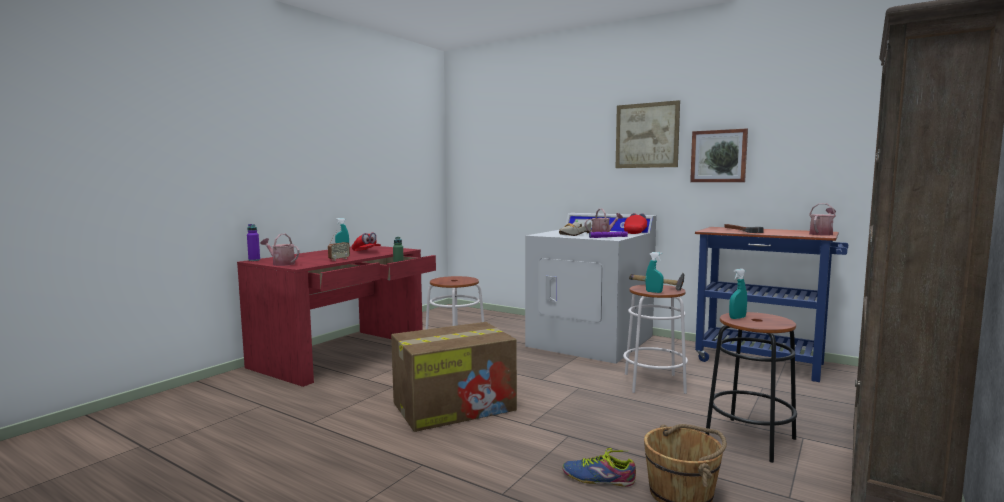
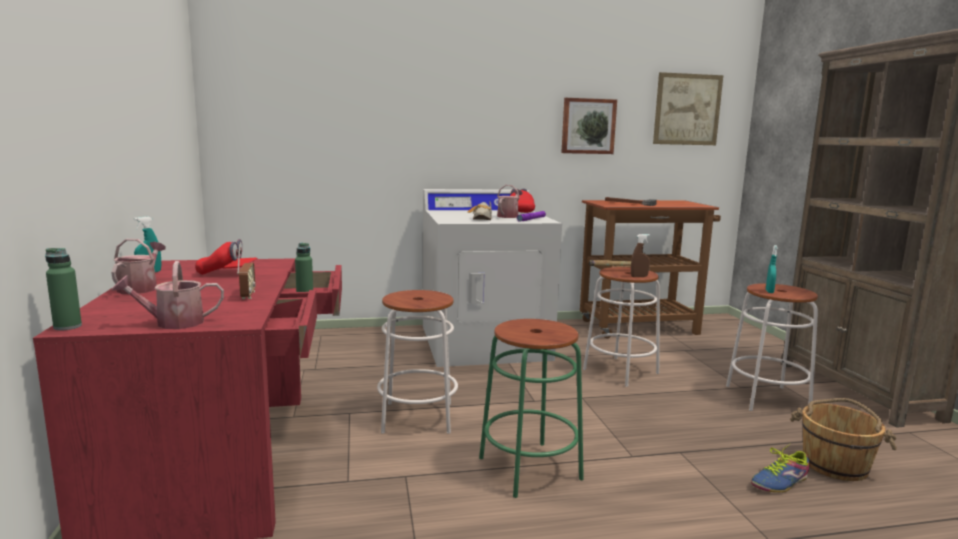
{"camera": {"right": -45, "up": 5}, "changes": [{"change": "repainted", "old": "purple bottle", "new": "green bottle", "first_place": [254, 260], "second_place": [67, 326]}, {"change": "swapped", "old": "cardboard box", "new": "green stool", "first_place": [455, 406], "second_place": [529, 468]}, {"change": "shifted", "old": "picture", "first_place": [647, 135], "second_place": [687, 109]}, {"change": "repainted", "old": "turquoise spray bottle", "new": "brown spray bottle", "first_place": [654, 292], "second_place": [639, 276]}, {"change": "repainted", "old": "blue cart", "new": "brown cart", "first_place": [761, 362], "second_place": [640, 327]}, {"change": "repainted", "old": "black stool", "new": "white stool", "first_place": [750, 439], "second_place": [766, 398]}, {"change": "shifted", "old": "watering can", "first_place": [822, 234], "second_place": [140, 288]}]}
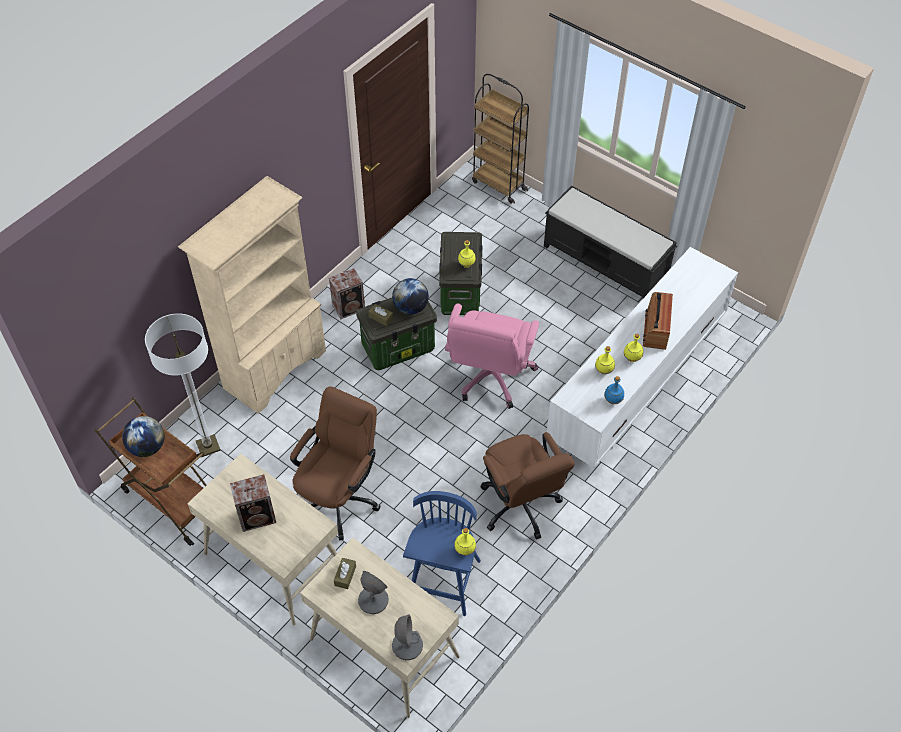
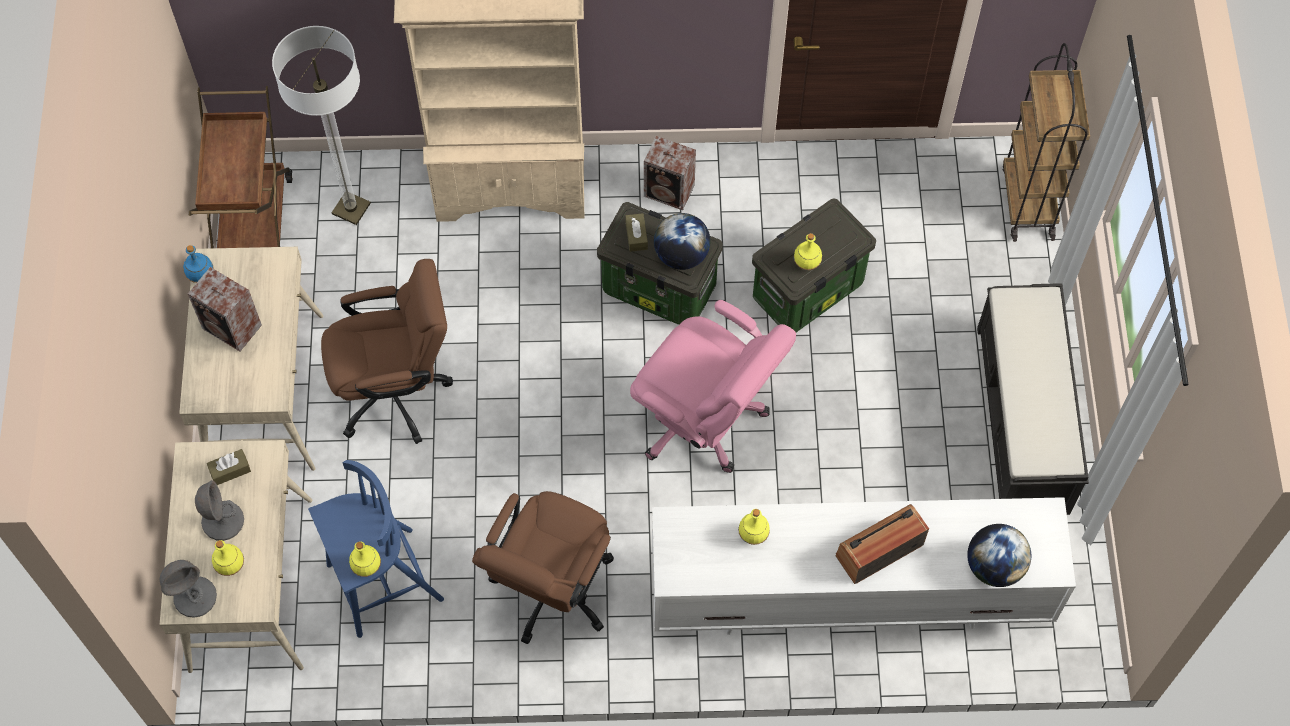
{"camera": {"right": 50, "up": 10}, "changes": [{"change": "shifted", "old": "globe", "first_place": [147, 447], "second_place": [994, 566]}, {"change": "rotated", "old": "pink office chair", "first_place": [490, 380], "second_place": [705, 423], "degrees": -120}, {"change": "shifted", "old": "blue bottle", "first_place": [613, 400], "second_place": [202, 276]}, {"change": "shifted", "old": "yellow bottle", "first_place": [632, 358], "second_place": [231, 565]}]}
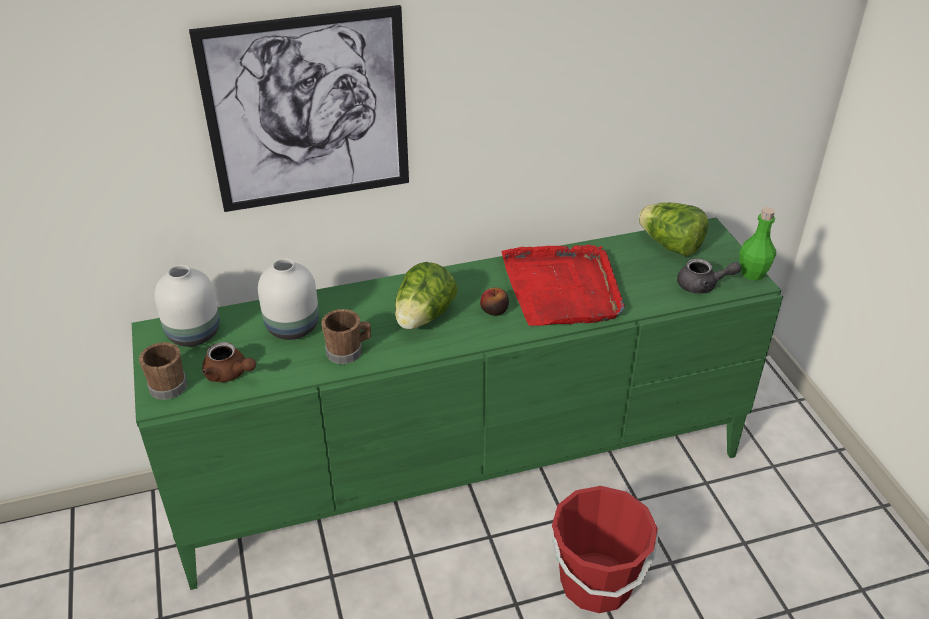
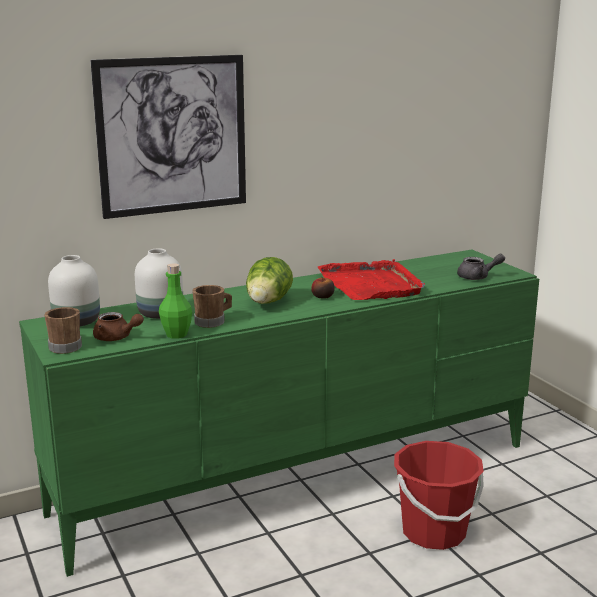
{"camera": {"right": -10, "up": -20}, "changes": [{"change": "gone", "old": "lettuce", "first_place": [670, 245]}, {"change": "shifted", "old": "green bottle", "first_place": [752, 274], "second_place": [176, 334]}]}
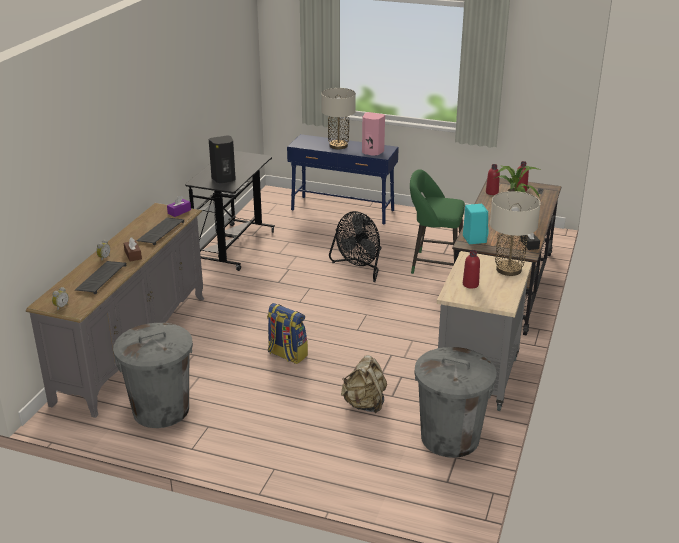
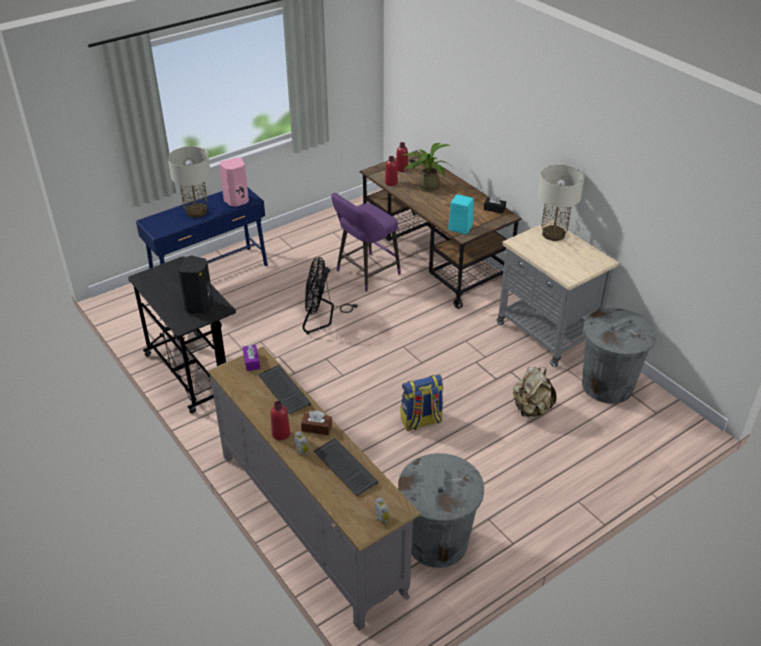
{"camera": {"right": -55, "up": 10}, "changes": [{"change": "rotated", "old": "black fan", "first_place": [359, 267], "second_place": [323, 313], "degrees": 105}, {"change": "repainted", "old": "green stool", "new": "purple stool", "first_place": [433, 265], "second_place": [365, 274]}, {"change": "shifted", "old": "red bottle", "first_place": [470, 284], "second_place": [281, 434]}]}
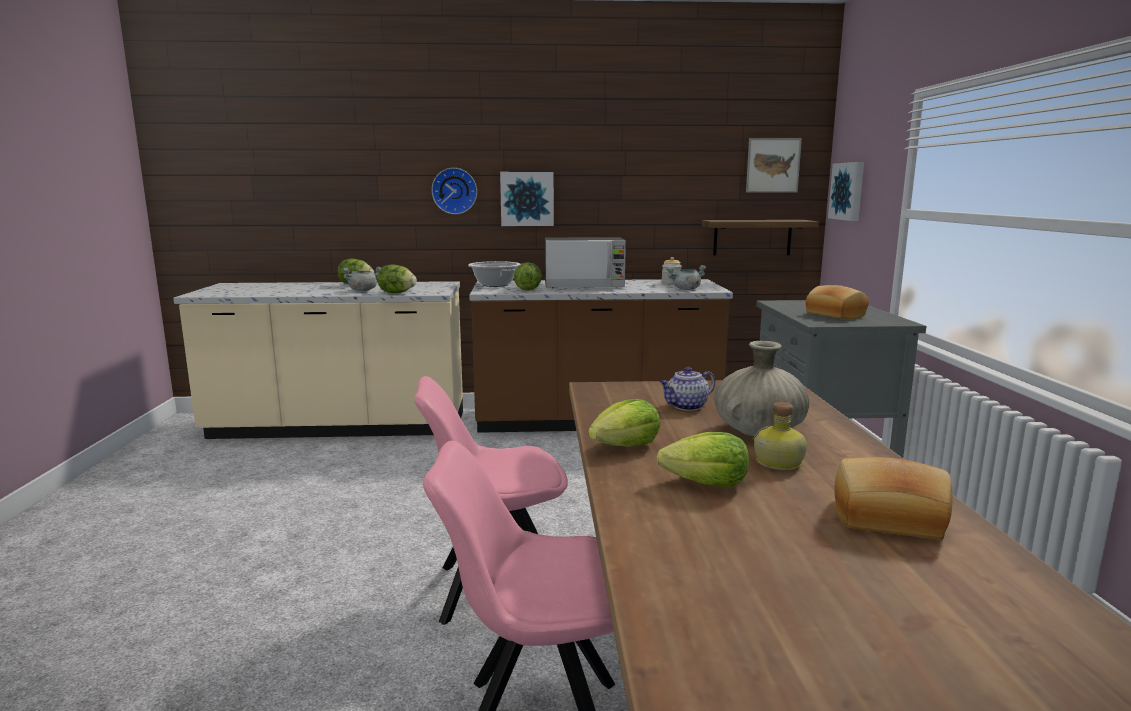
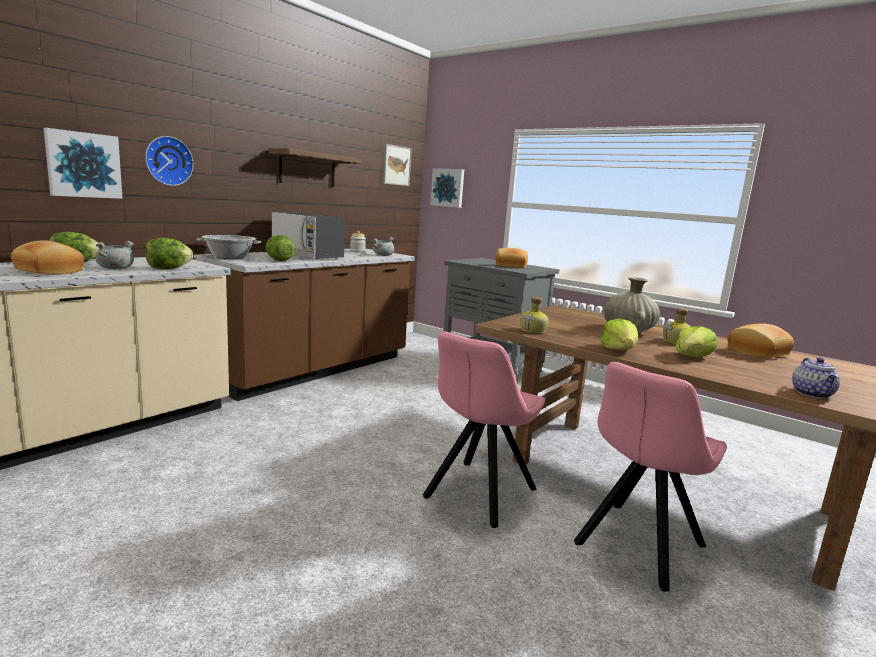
{"camera": {"right": -50, "up": 0}, "changes": [{"change": "shifted", "old": "picture", "first_place": [527, 199], "second_place": [83, 165]}, {"change": "rotated", "old": "microwave", "first_place": [584, 286], "second_place": [307, 255], "degrees": 90}, {"change": "shifted", "old": "teapot", "first_place": [686, 406], "second_place": [813, 394]}, {"change": "shifted", "old": "shelf", "first_place": [752, 237], "second_place": [307, 169]}, {"change": "new", "new": "bread", "second_place": [48, 271]}, {"change": "new", "new": "bottle", "second_place": [533, 331]}]}
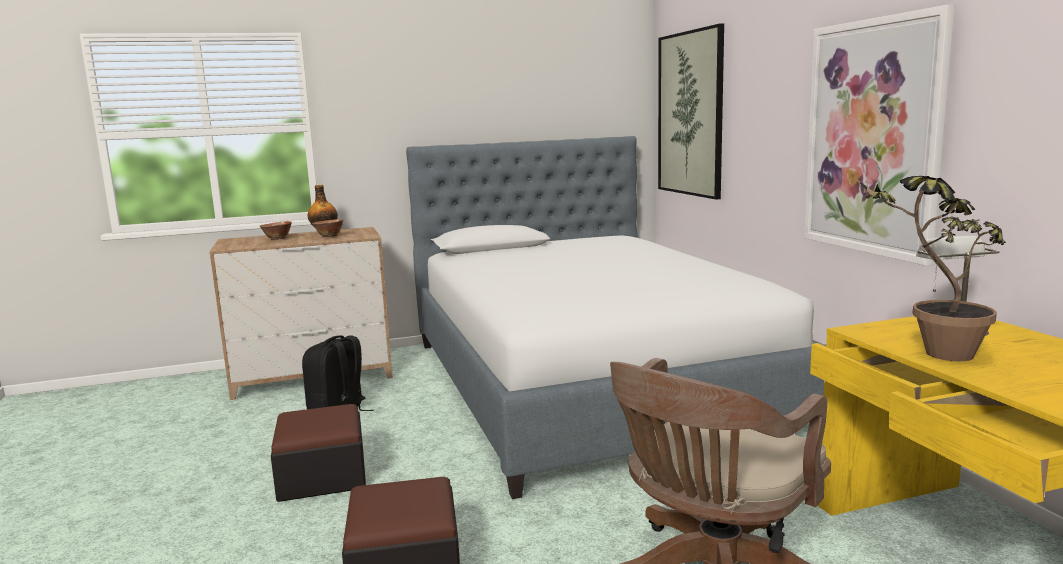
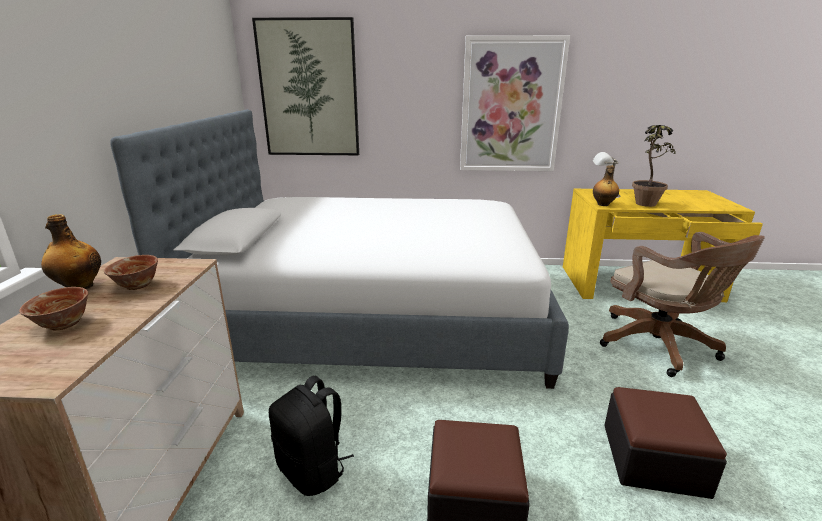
{"camera": {"right": -70, "up": 10}, "changes": [{"change": "new", "new": "bottle", "second_place": [603, 204]}]}
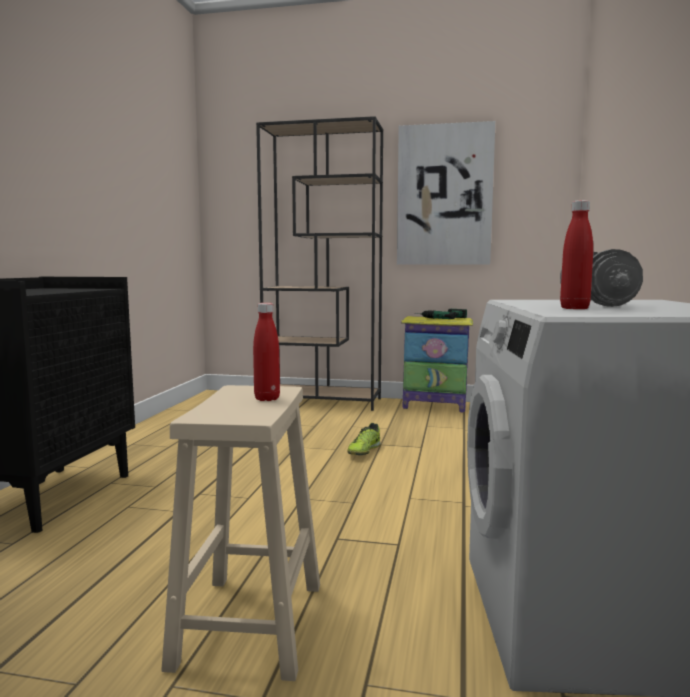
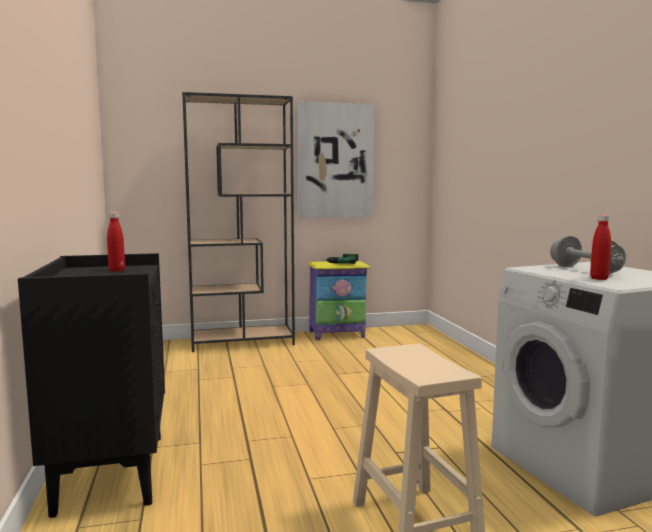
{"camera": {"right": -25, "up": 0}, "changes": [{"change": "shifted", "old": "red bottle", "first_place": [267, 398], "second_place": [117, 270]}, {"change": "gone", "old": "shoe", "first_place": [364, 451]}]}
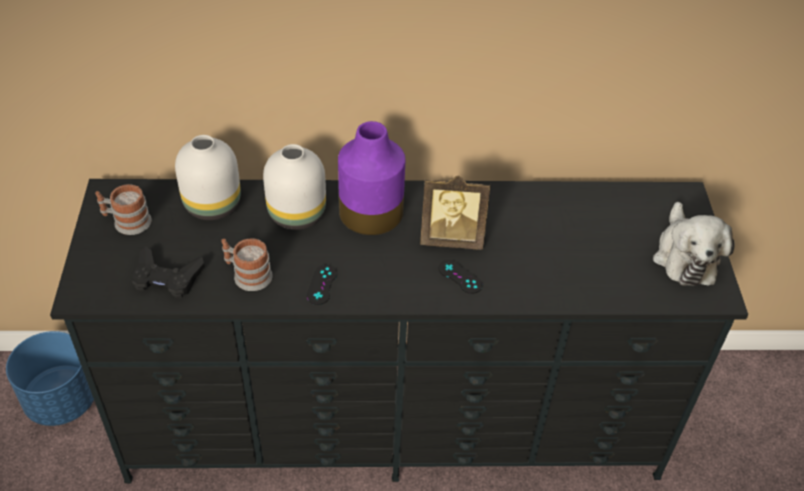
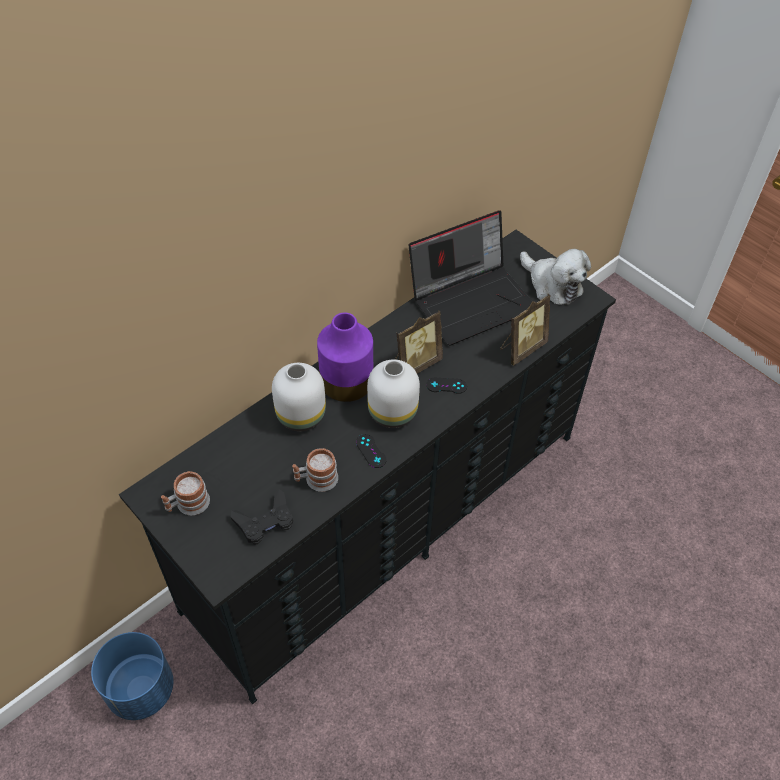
{"camera": {"right": -40, "up": 5}, "changes": [{"change": "shifted", "old": "white vase", "first_place": [212, 204], "second_place": [391, 412]}, {"change": "new", "new": "laptop", "second_place": [472, 300]}, {"change": "new", "new": "picture frame", "second_place": [521, 348]}]}
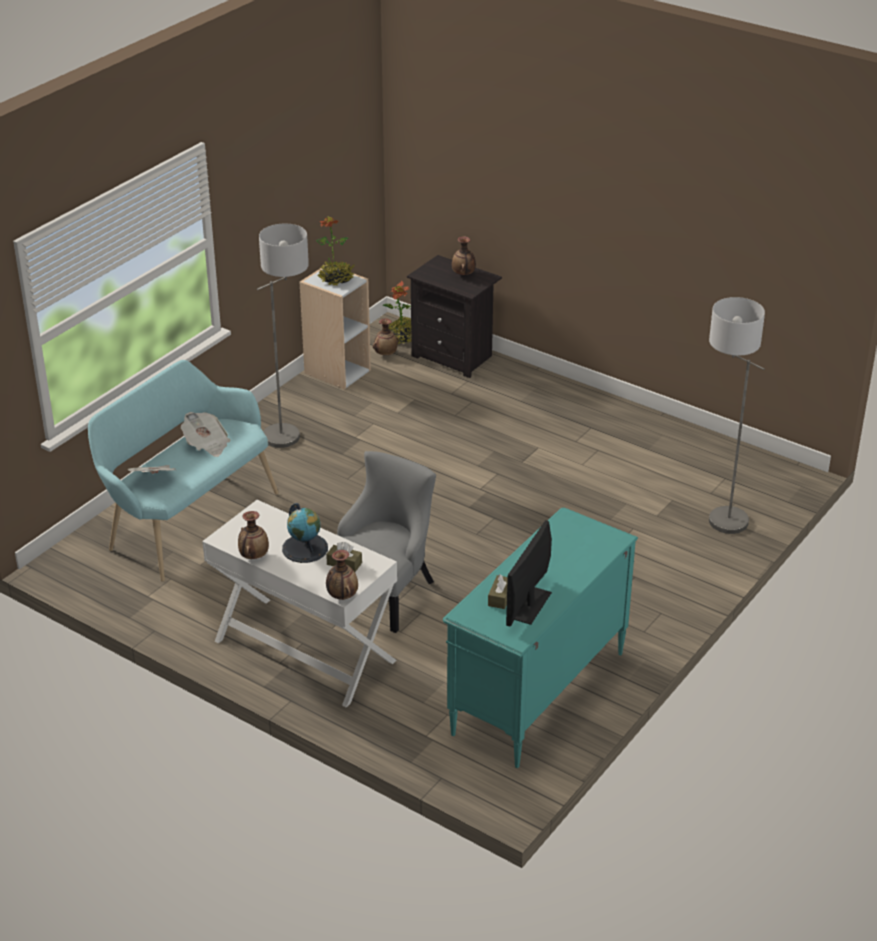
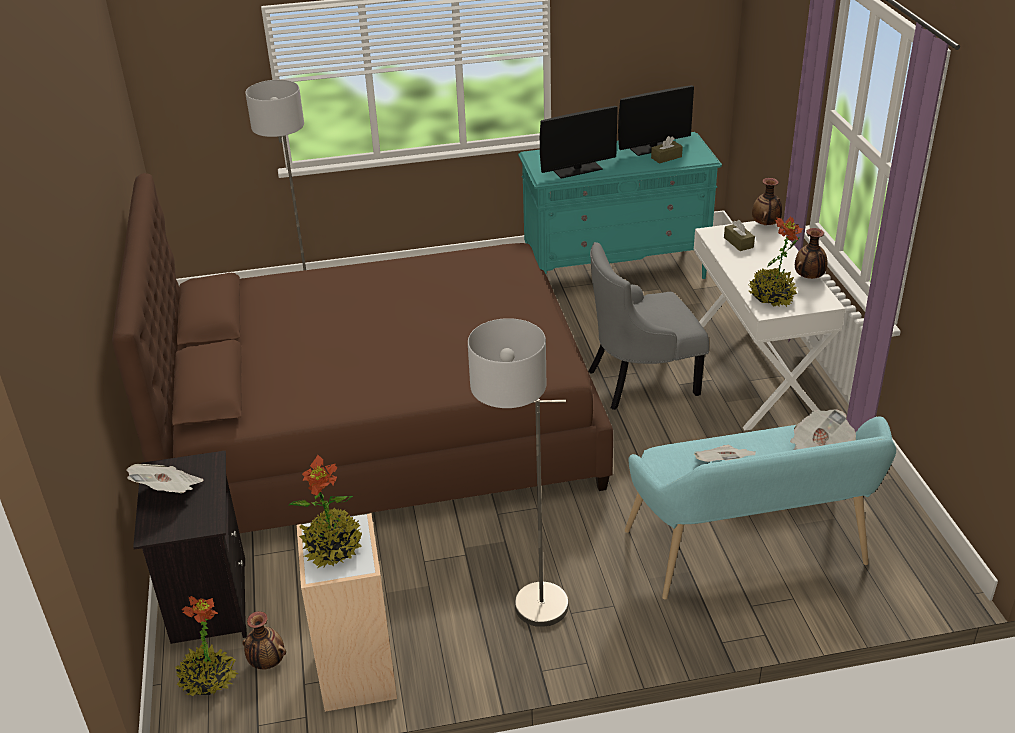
{"camera": {"right": -135, "up": 0}, "changes": [{"change": "gone", "old": "globe", "first_place": [305, 548]}, {"change": "swapped", "old": "vase", "new": "newspaper", "first_place": [463, 274], "second_place": [169, 491]}, {"change": "new", "new": "brown bed", "second_place": [379, 430]}, {"change": "new", "new": "monitor", "second_place": [577, 169]}, {"change": "new", "new": "potted plant", "second_place": [771, 297]}]}
